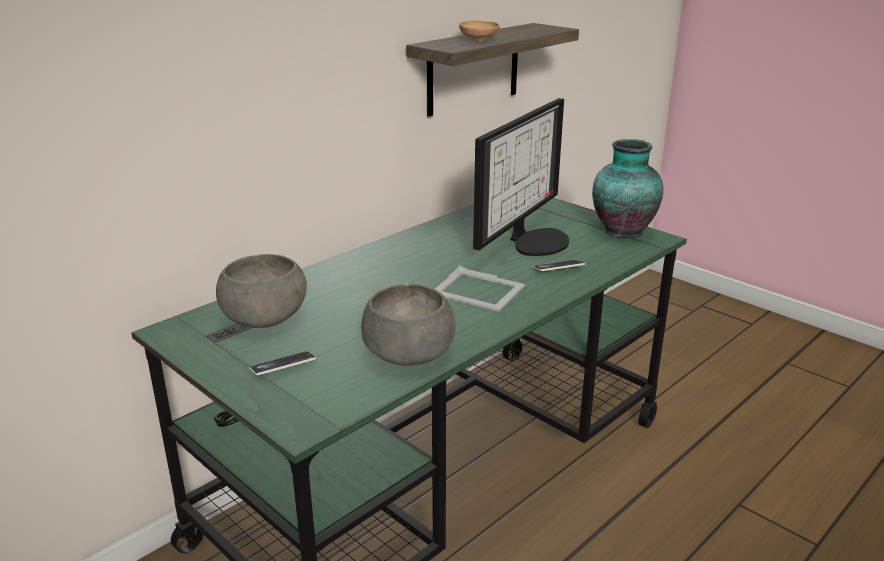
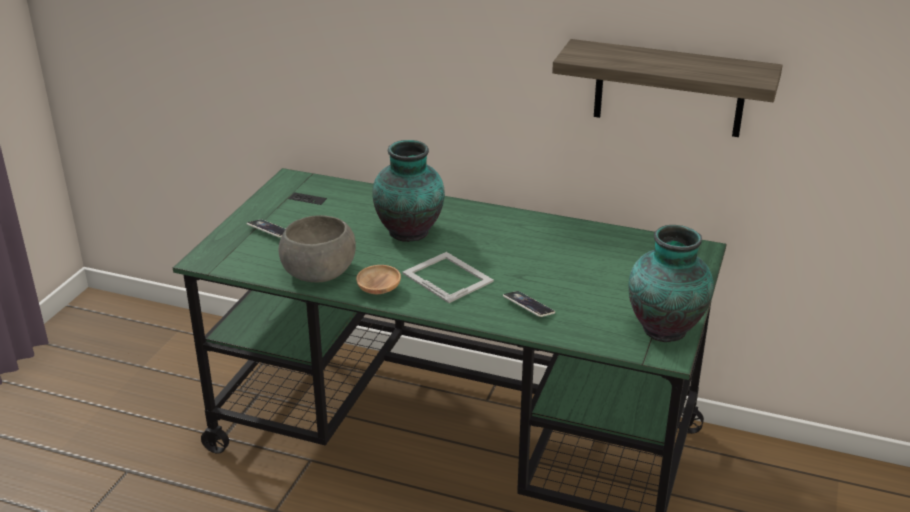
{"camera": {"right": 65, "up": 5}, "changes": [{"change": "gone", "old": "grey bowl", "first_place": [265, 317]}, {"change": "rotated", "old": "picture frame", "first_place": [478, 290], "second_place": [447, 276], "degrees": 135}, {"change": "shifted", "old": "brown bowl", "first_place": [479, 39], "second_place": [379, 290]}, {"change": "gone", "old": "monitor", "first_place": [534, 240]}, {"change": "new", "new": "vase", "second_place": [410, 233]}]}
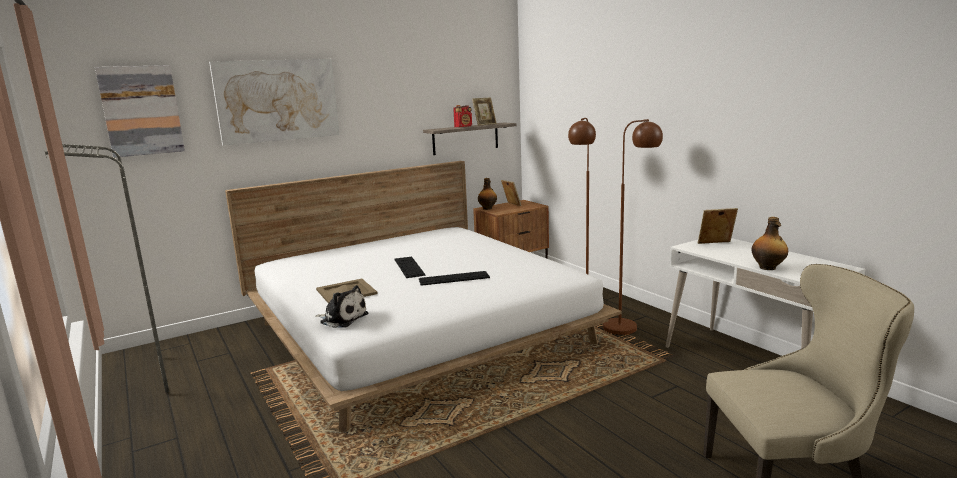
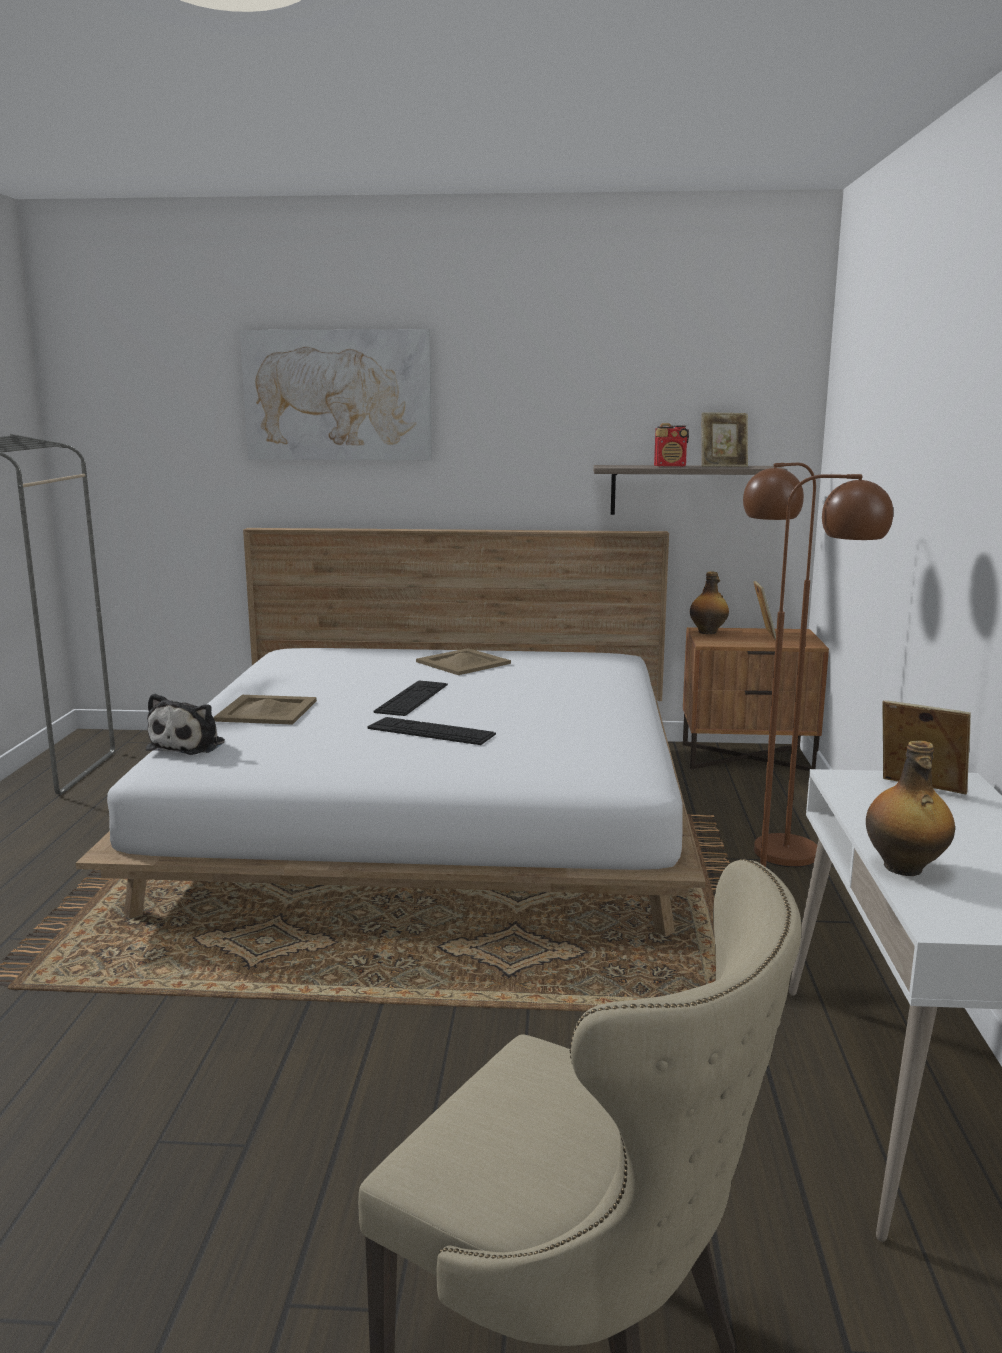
{"camera": {"right": 35, "up": 0}, "changes": [{"change": "gone", "old": "picture", "first_place": [141, 110]}, {"change": "rotated", "old": "plush toy", "first_place": [342, 318], "second_place": [190, 745], "degrees": 45}, {"change": "new", "new": "beige tray", "second_place": [463, 662]}]}
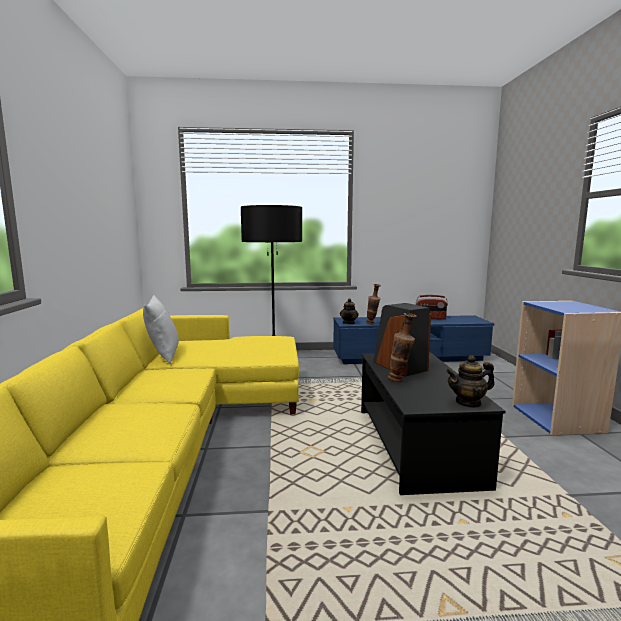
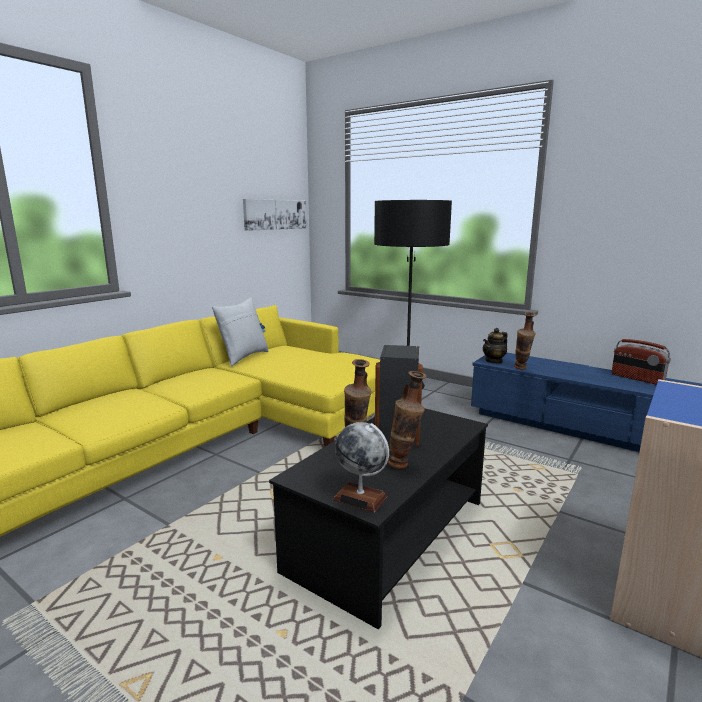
{"camera": {"right": 40, "up": 5}, "changes": [{"change": "swapped", "old": "teapot", "new": "globe", "first_place": [468, 403], "second_place": [360, 498]}, {"change": "new", "new": "picture", "second_place": [275, 214]}, {"change": "new", "new": "vase", "second_place": [404, 465]}]}
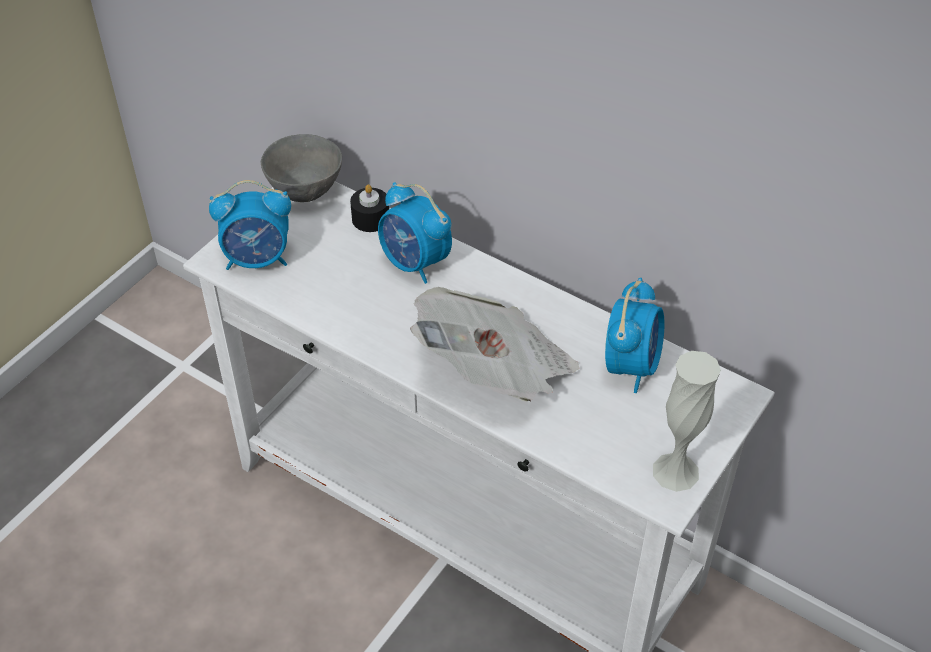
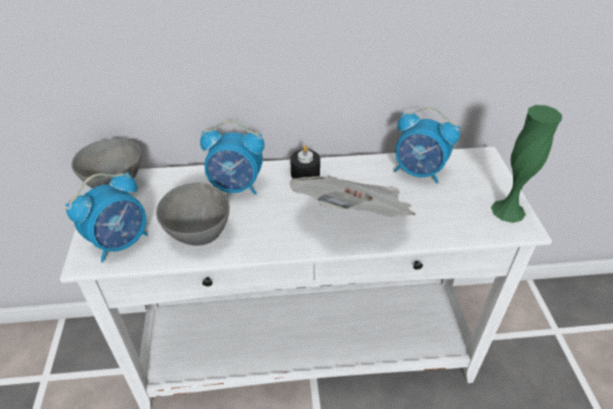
{"camera": {"right": -40, "up": -5}, "changes": [{"change": "shifted", "old": "black candle", "first_place": [370, 218], "second_place": [305, 173]}, {"change": "rotated", "old": "alarm clock", "first_place": [631, 365], "second_place": [419, 172], "degrees": 135}, {"change": "repainted", "old": "white vase", "new": "green vase", "first_place": [675, 471], "second_place": [508, 210]}, {"change": "new", "new": "grey bowl", "second_place": [198, 235]}]}
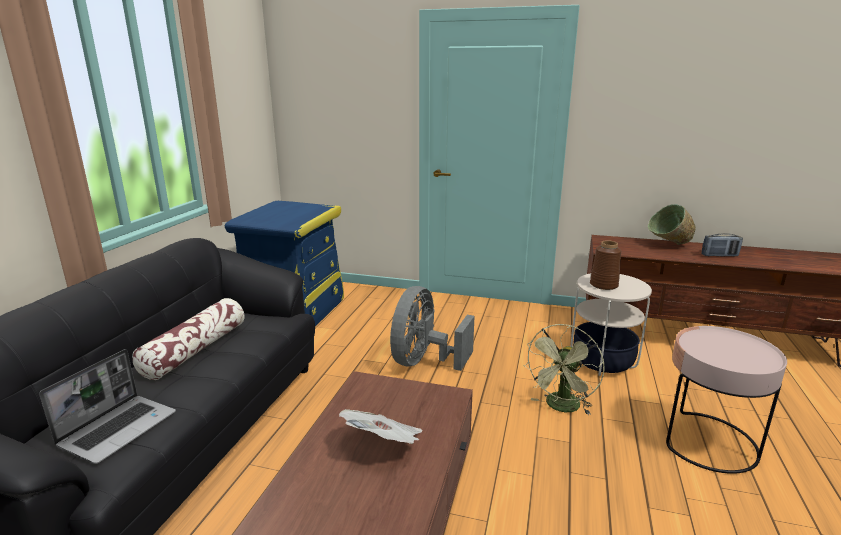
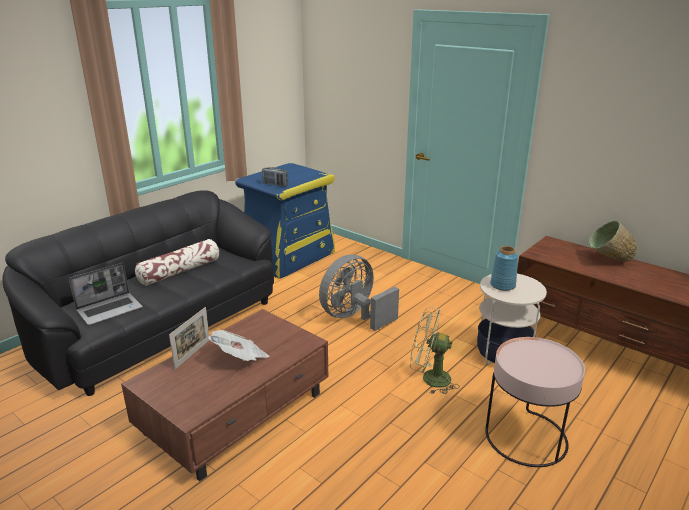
{"camera": {"right": 25, "up": 5}, "changes": [{"change": "rotated", "old": "green fan", "first_place": [561, 407], "second_place": [429, 379], "degrees": 45}, {"change": "repainted", "old": "brown vase", "new": "blue vase", "first_place": [603, 285], "second_place": [502, 285]}, {"change": "shifted", "old": "radio", "first_place": [719, 255], "second_place": [275, 185]}, {"change": "new", "new": "picture frame", "second_place": [192, 354]}]}
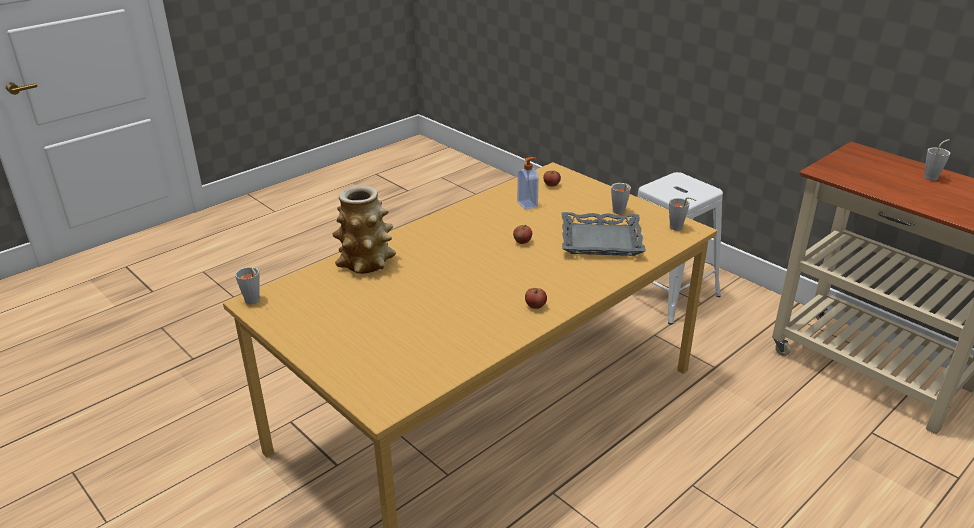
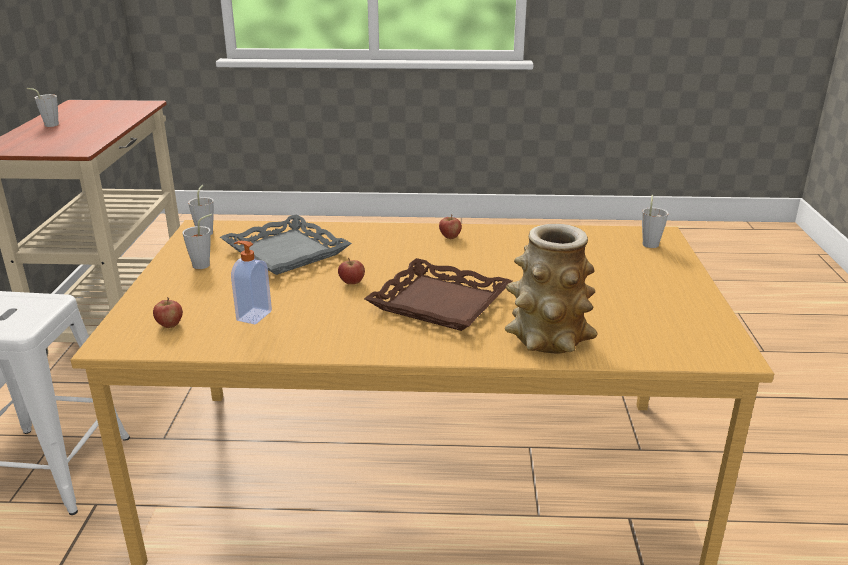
{"camera": {"right": -135, "up": -5}, "changes": [{"change": "shifted", "old": "grey cup", "first_place": [253, 301], "second_place": [650, 243]}, {"change": "new", "new": "brown tray", "second_place": [440, 302]}]}
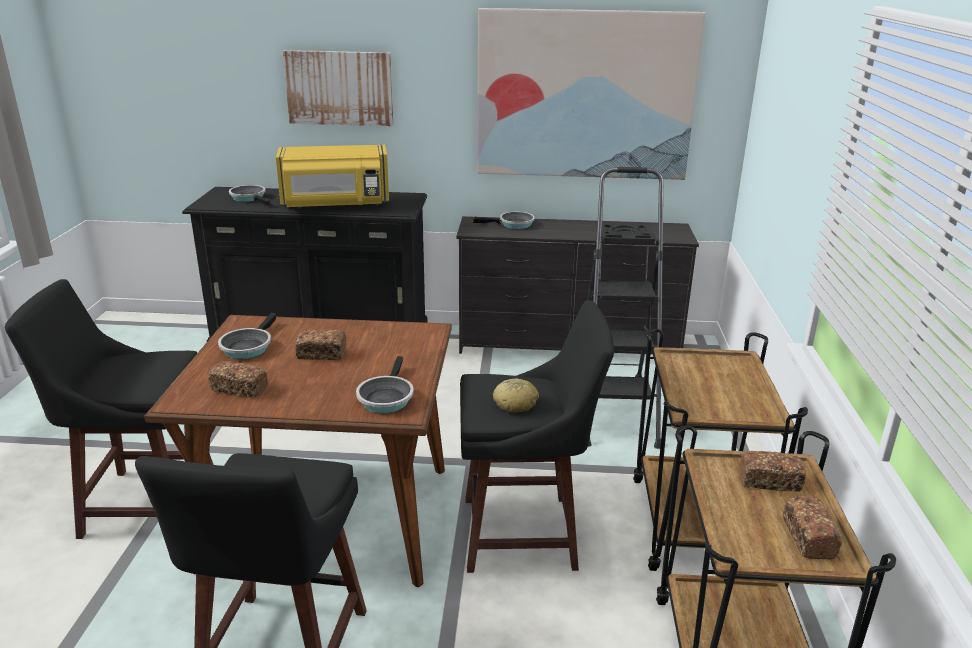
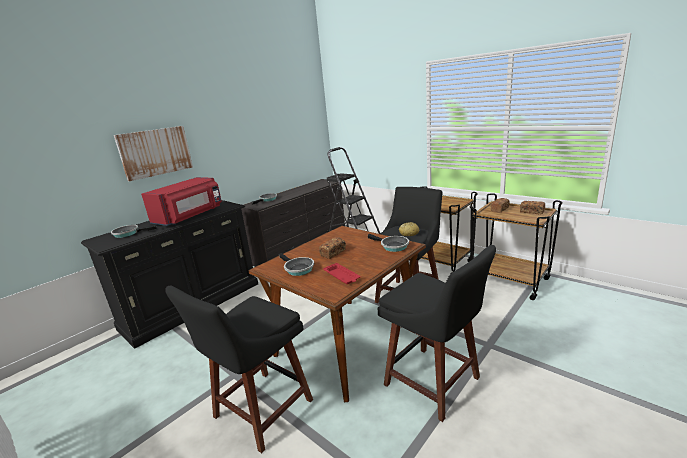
{"camera": {"right": -50, "up": -5}, "changes": [{"change": "swapped", "old": "bread", "new": "red tray", "first_place": [240, 389], "second_place": [342, 276]}, {"change": "repainted", "old": "yellow microwave", "new": "red microwave", "first_place": [335, 204], "second_place": [190, 216]}, {"change": "gone", "old": "picture", "first_place": [585, 95]}]}
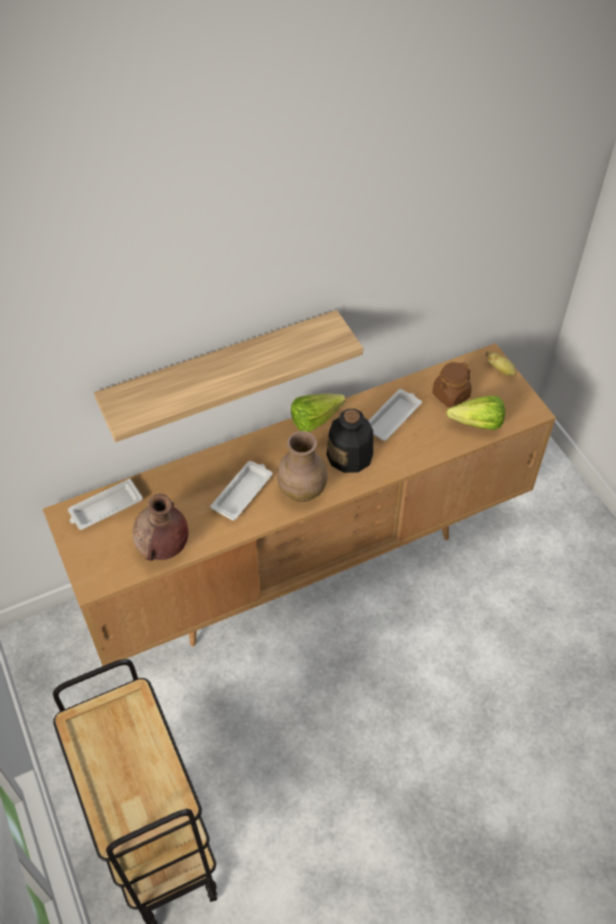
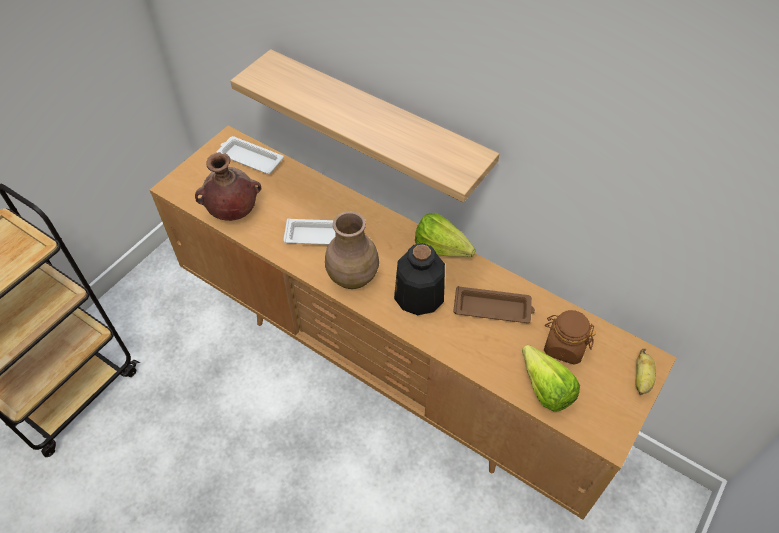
{"camera": {"right": 60, "up": 0}, "changes": [{"change": "repainted", "old": "white tray", "new": "brown tray", "first_place": [393, 417], "second_place": [493, 308]}]}
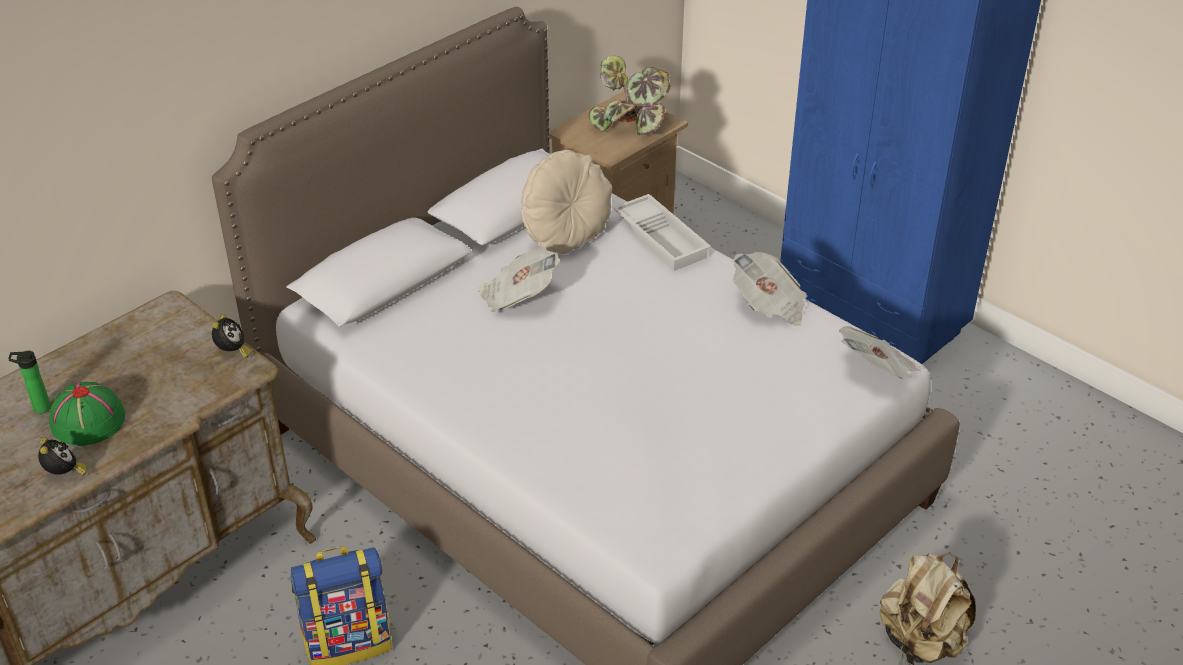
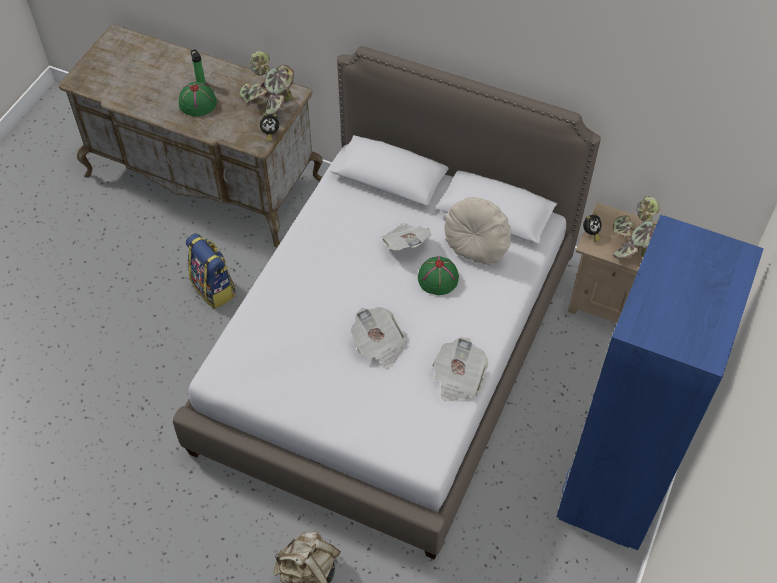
{"camera": {"right": 70, "up": 15}, "changes": [{"change": "shifted", "old": "alarm clock", "first_place": [65, 474], "second_place": [590, 233]}, {"change": "gone", "old": "white tray", "first_place": [662, 238]}, {"change": "shifted", "old": "newspaper", "first_place": [878, 370], "second_place": [379, 345]}, {"change": "new", "new": "potted plant", "second_place": [270, 101]}, {"change": "new", "new": "green hat", "second_place": [438, 279]}]}
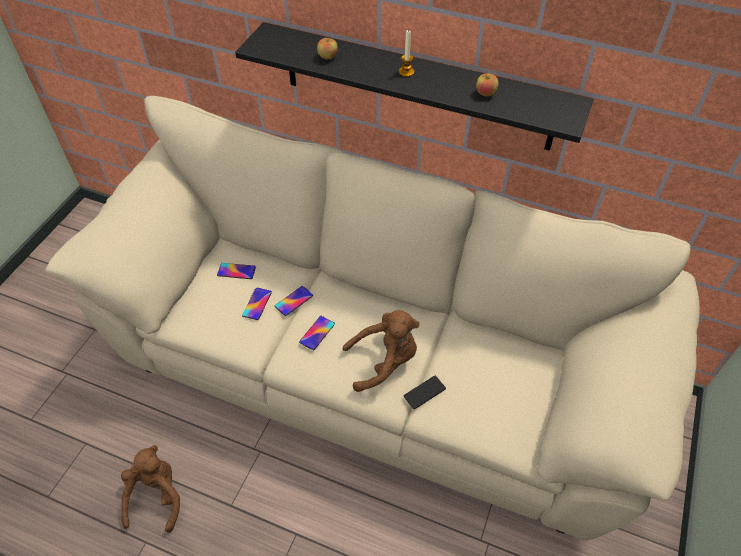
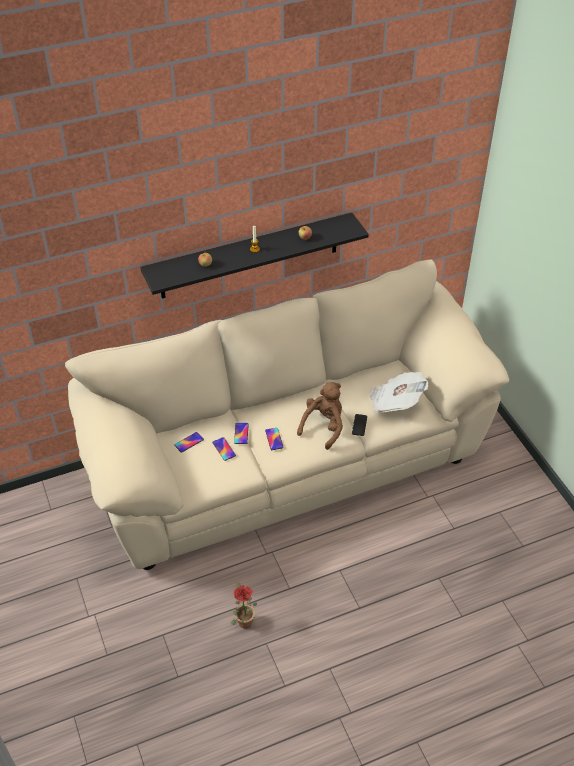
{"camera": {"right": -45, "up": -5}, "changes": [{"change": "swapped", "old": "brown plush toy", "new": "potted plant", "first_place": [157, 496], "second_place": [243, 620]}, {"change": "new", "new": "newspaper", "second_place": [395, 402]}]}
